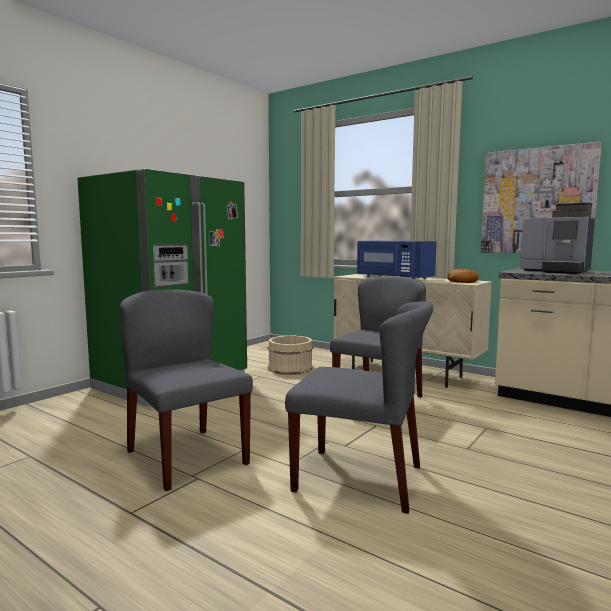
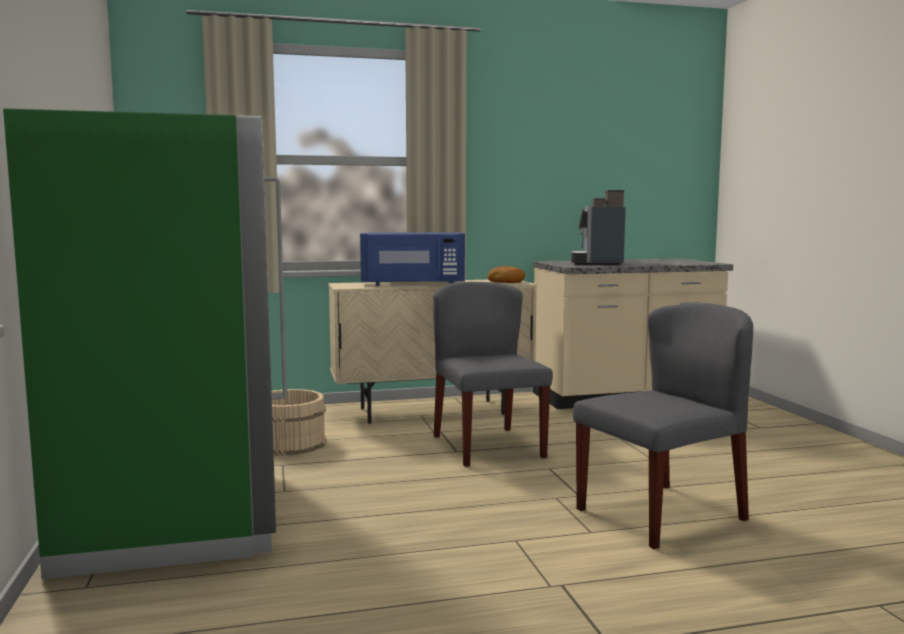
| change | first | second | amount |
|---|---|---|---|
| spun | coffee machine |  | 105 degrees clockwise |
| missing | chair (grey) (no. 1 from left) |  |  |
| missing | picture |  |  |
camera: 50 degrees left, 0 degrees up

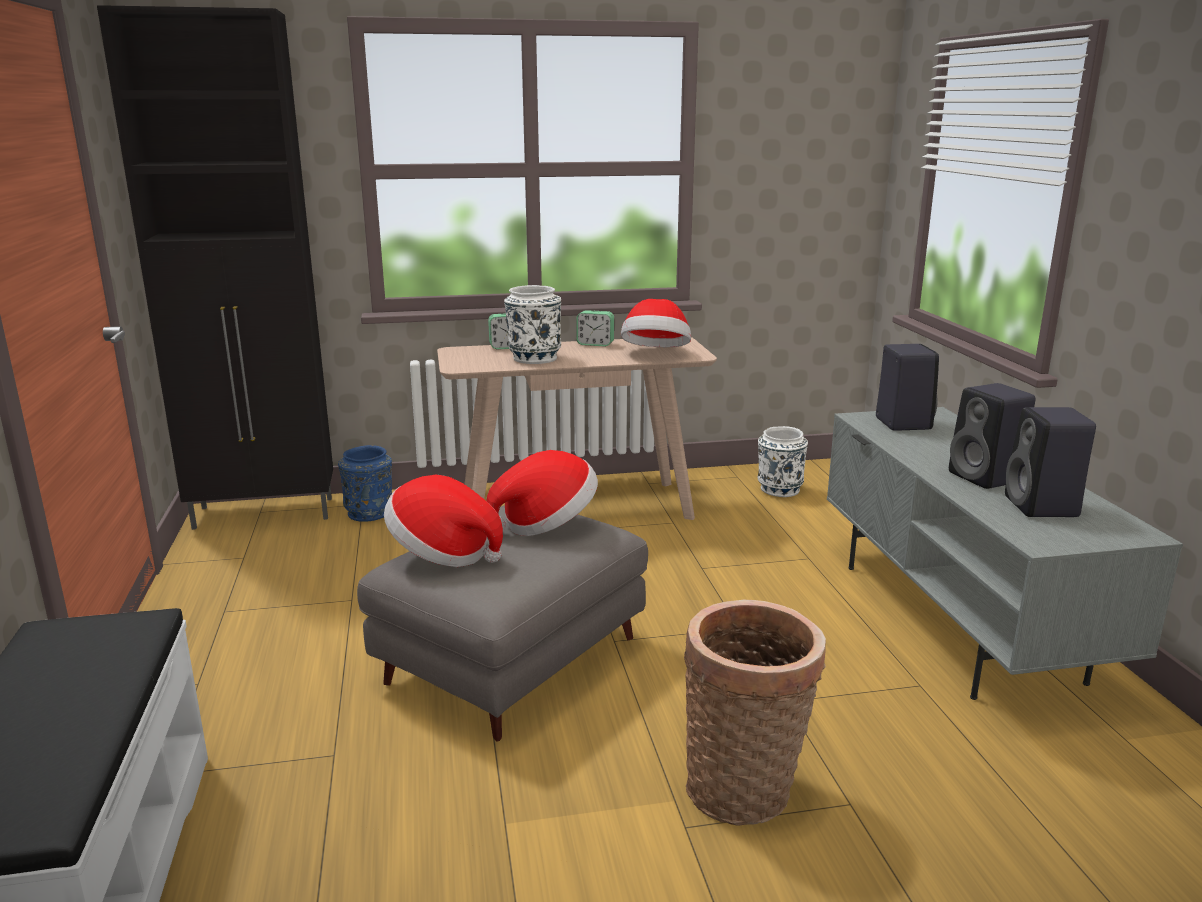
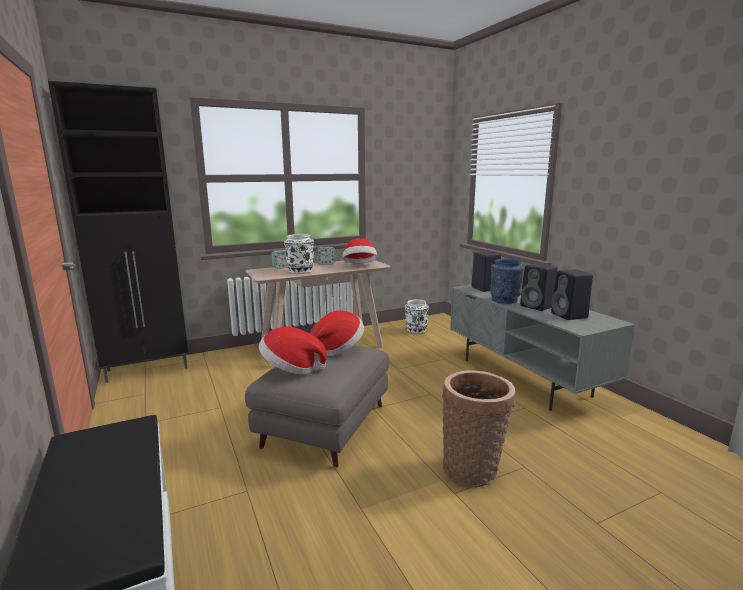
| change | first | second | amount |
|---|---|---|---|
| relocated | vase (blue) |  |  |
camera: 15 degrees left, 5 degrees down

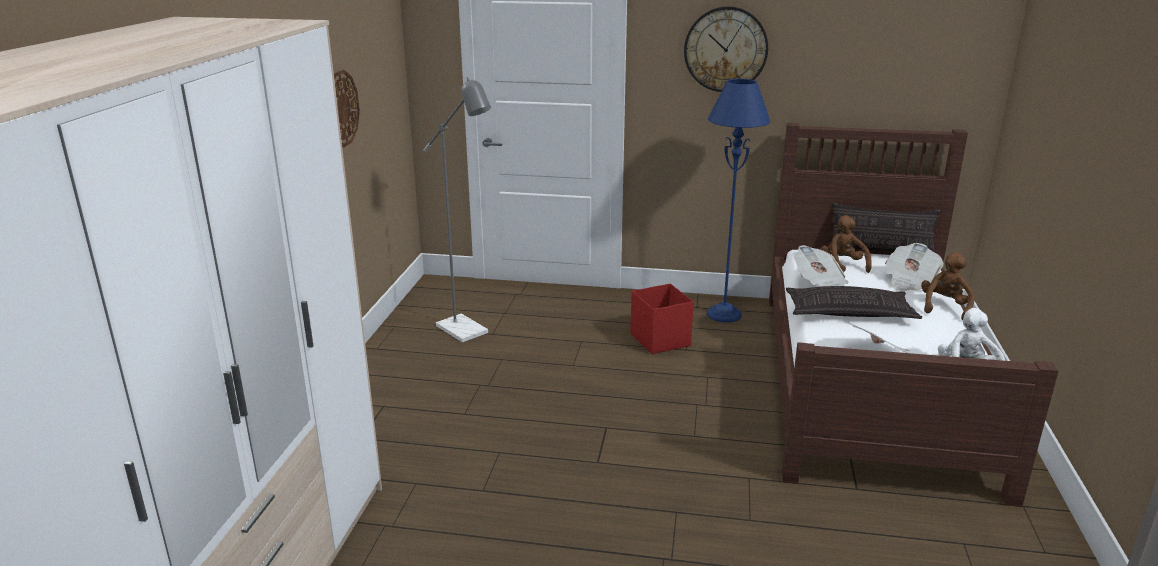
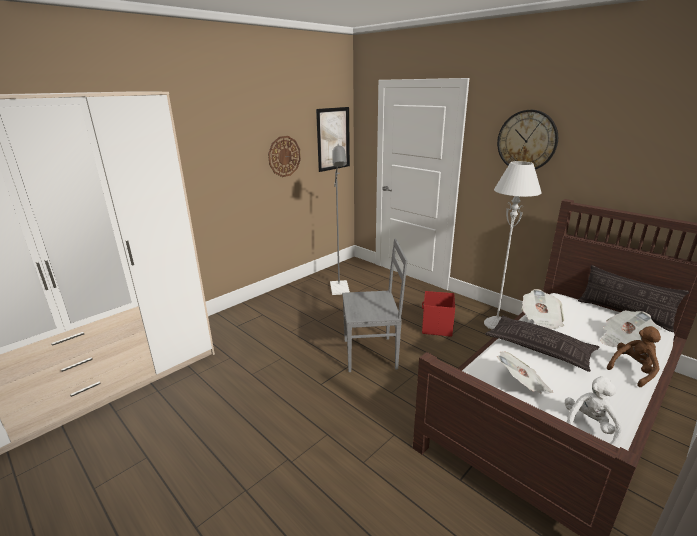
| change | first | second | amount |
|---|---|---|---|
| appeared |  | picture |  |
| appeared |  | chair (grey) |  |
| colour | floor lamp (blue) | floor lamp (grey) (no. 2 from left) |  |
| missing | plush toy (brown) (no. 1 from left) |  |  |
camera: 35 degrees right, 0 degrees up

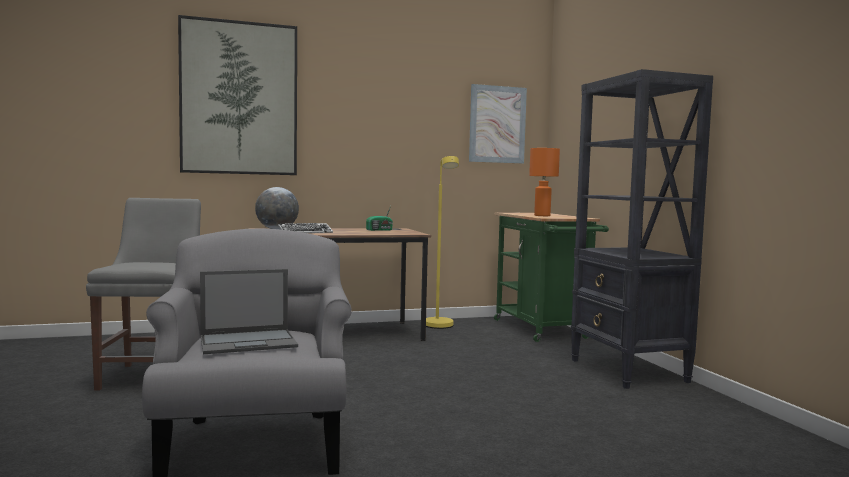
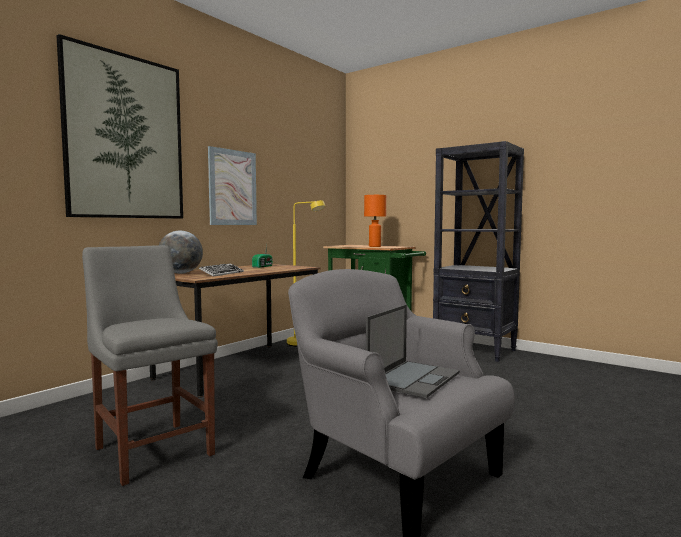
| change | first | second | amount |
|---|---|---|---|
| relocated | picture (no. 2 from left) |  |  |
camera: 35 degrees left, 0 degrees up

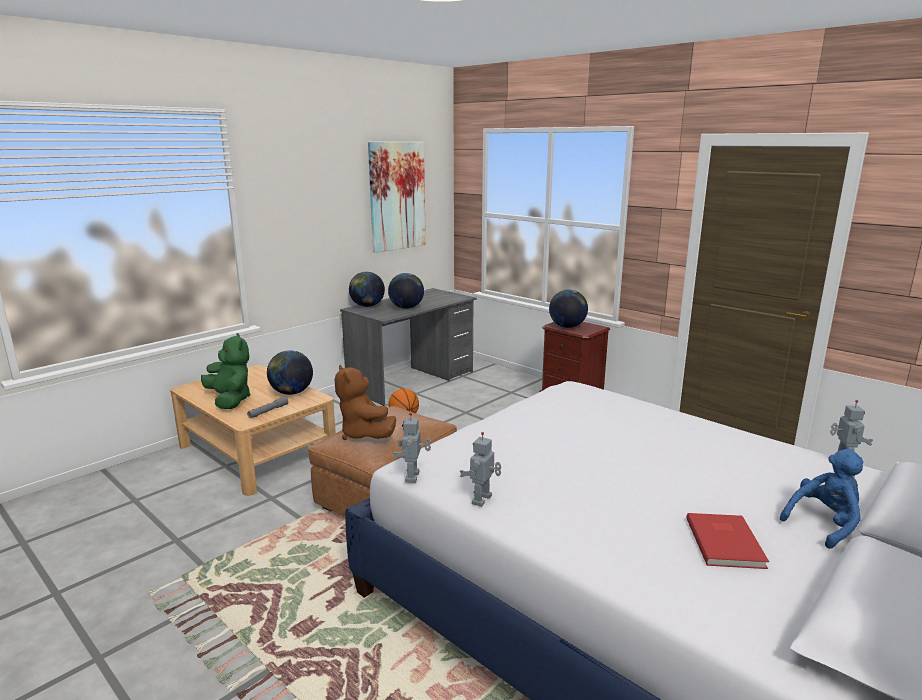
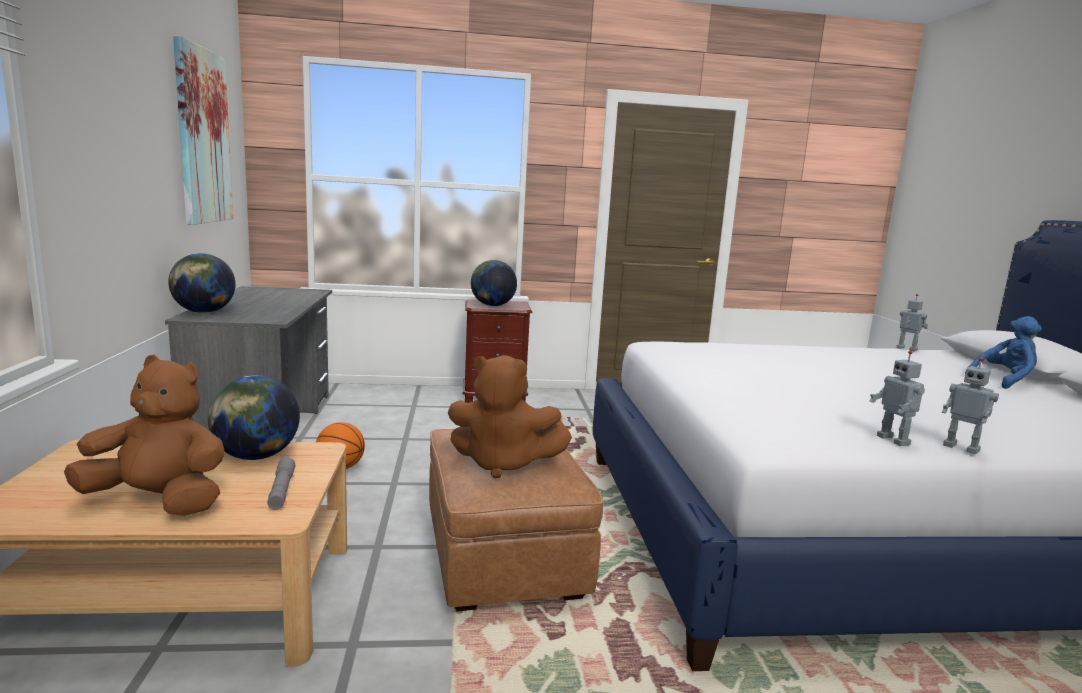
| change | first | second | amount |
|---|---|---|---|
| colour | plush toy (green) | plush toy (brown) (no. 1 from left) |  |
| relocated | toy robot (no. 1 from left in the first image) | toy robot (no. 3 from left) |  |
| spun | plush toy (blue) |  | 60 degrees clockwise |
| missing | globe (no. 3 from left) |  |  |
| missing | book (red) |  |  |
camera: 50 degrees left, 5 degrees down

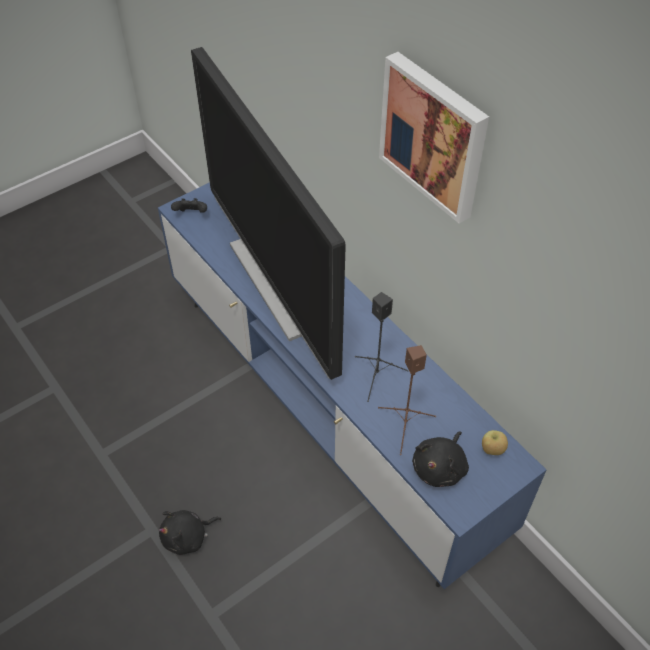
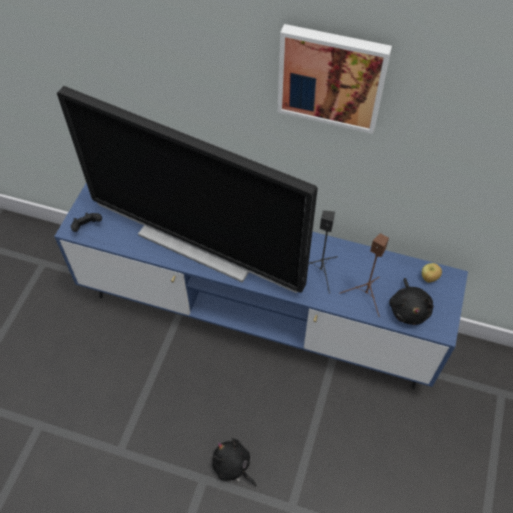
| change | first | second | amount |
|---|---|---|---|
| spun | plush toy (black) (no. 1 from left) |  | 105 degrees clockwise |
camera: 35 degrees left, 5 degrees up

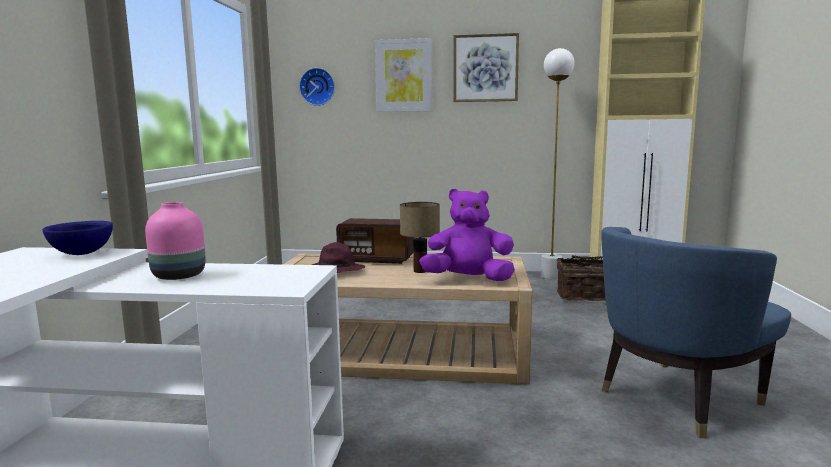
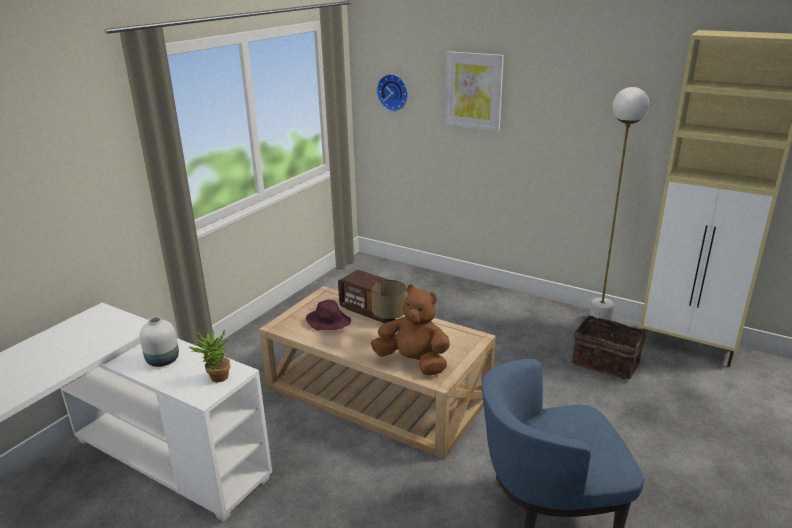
| change | first | second | amount |
|---|---|---|---|
| colour | vase (pink) | vase (white) |  |
| appeared |  | potted plant |  |
| colour | plush toy (purple) | plush toy (brown) |  |
| missing | bowl (blue) |  |  |
| missing | picture (no. 2 from left) |  |  |
camera: 25 degrees right, 15 degrees up

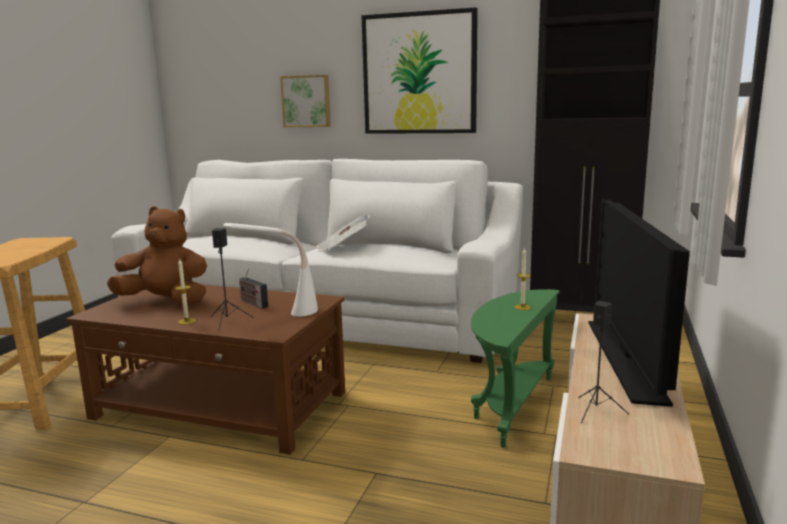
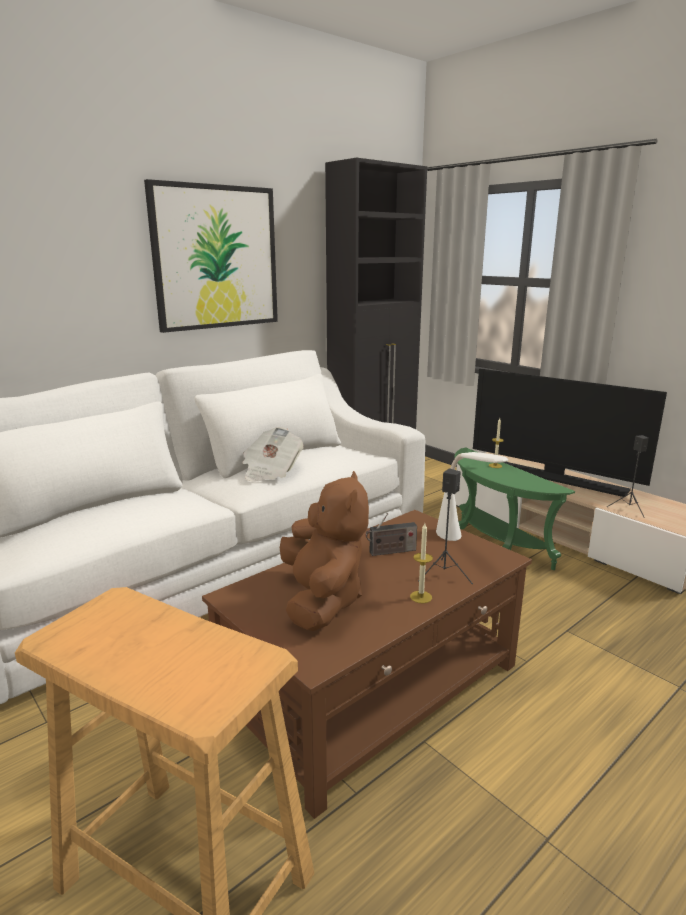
| change | first | second | amount |
|---|---|---|---|
| spun | plush toy (brown) |  | 135 degrees clockwise |
| missing | picture (no. 1 from left) |  |  |
camera: 60 degrees left, 5 degrees up

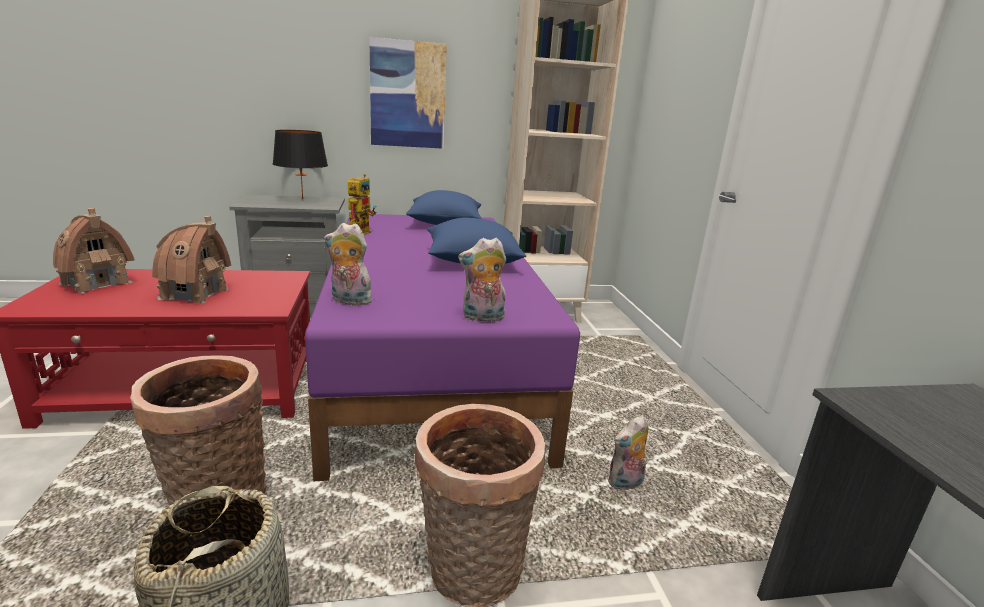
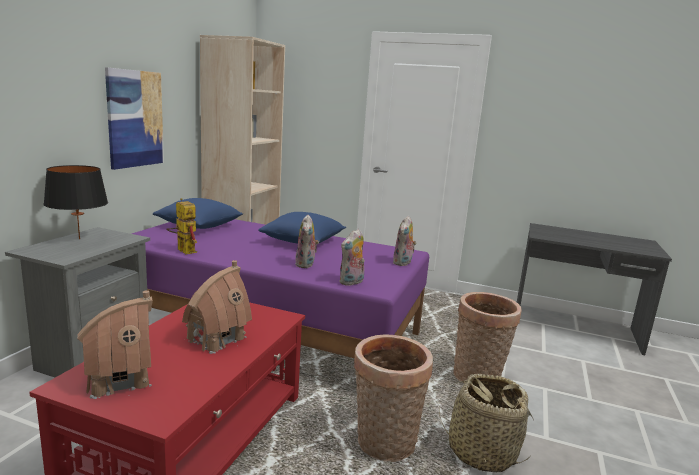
| change | first | second | amount |
|---|---|---|---|
| relocated | plush toy (no. 3 from left in the first image) | plush toy (no. 1 from left) |  |
camera: 60 degrees left, 5 degrees down

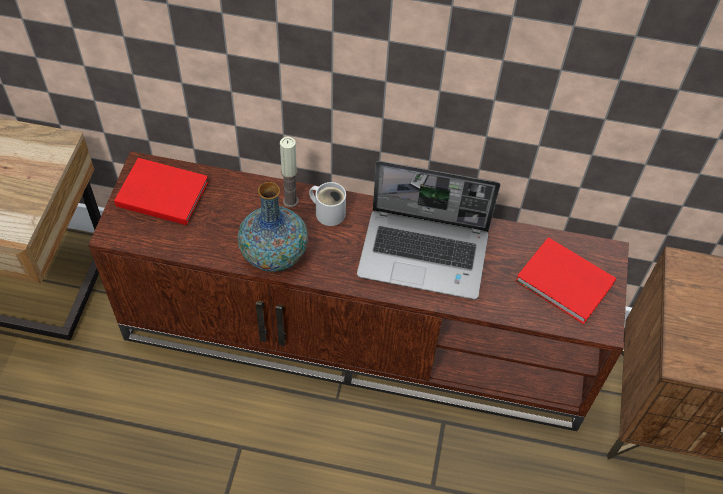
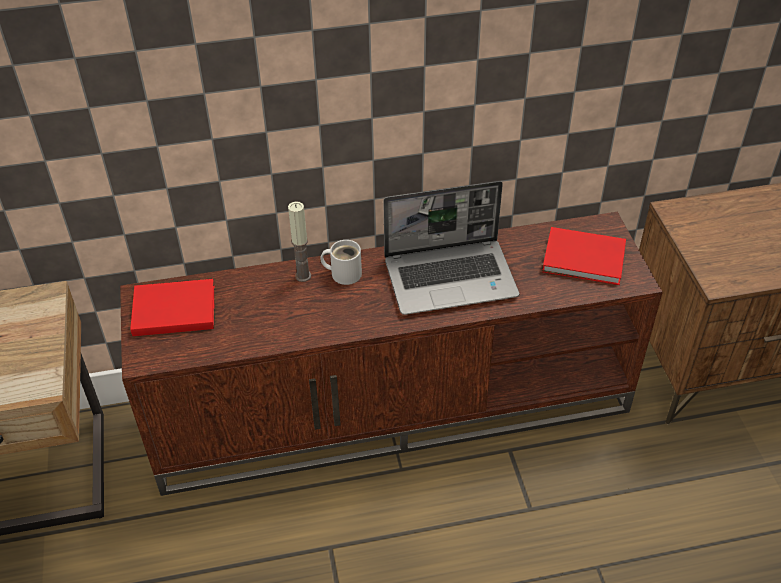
| change | first | second | amount |
|---|---|---|---|
| missing | vase |  |  |
camera: 20 degrees left, 10 degrees down

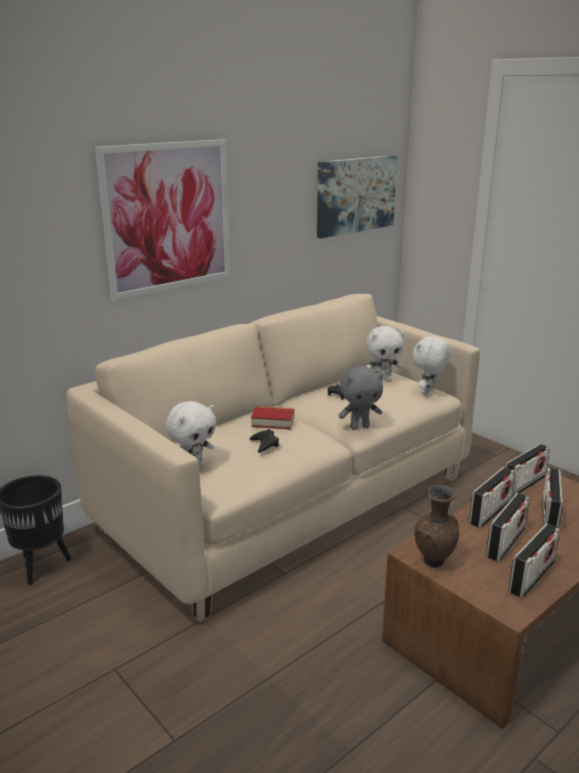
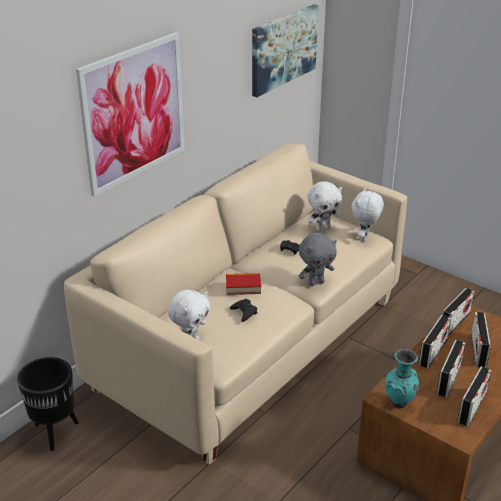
| change | first | second | amount |
|---|---|---|---|
| colour | vase (brown) | vase (turquoise) |  |
camera: 10 degrees left, 10 degrees up

